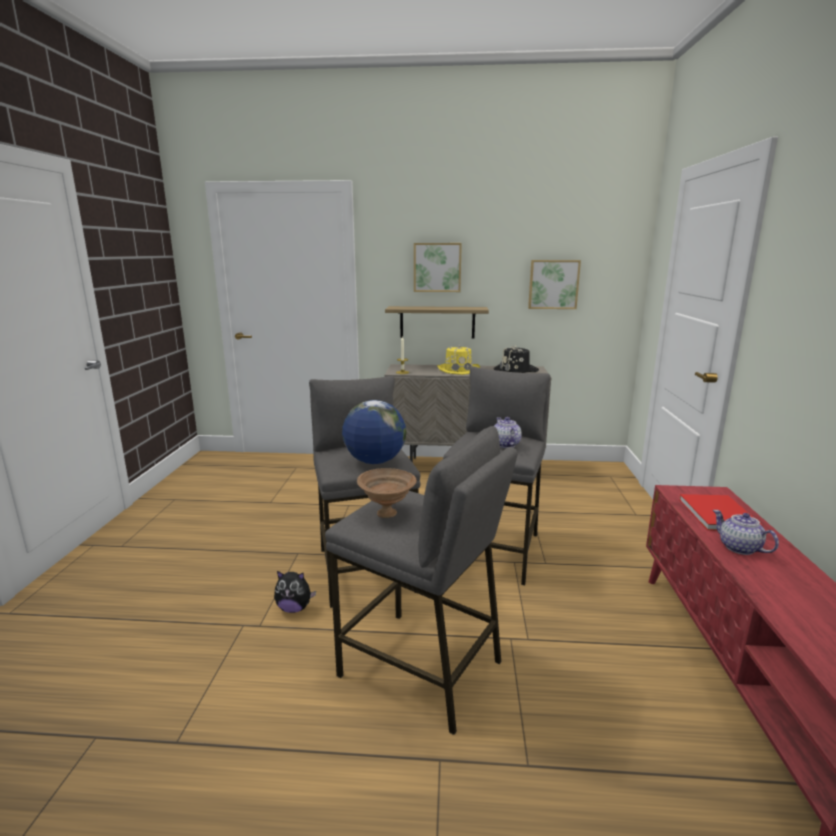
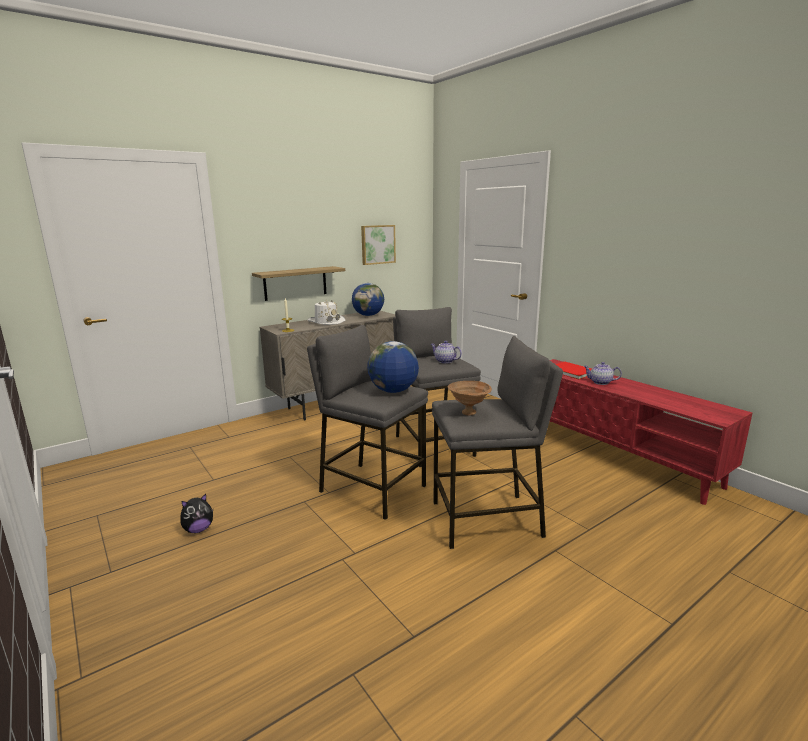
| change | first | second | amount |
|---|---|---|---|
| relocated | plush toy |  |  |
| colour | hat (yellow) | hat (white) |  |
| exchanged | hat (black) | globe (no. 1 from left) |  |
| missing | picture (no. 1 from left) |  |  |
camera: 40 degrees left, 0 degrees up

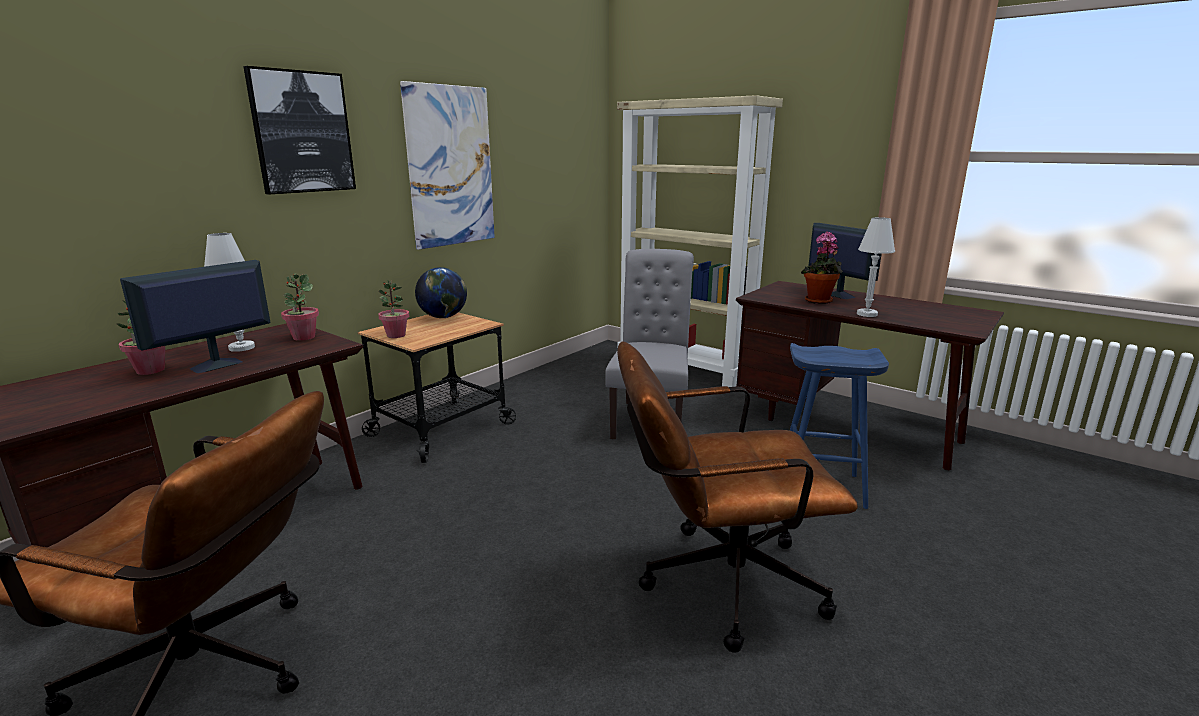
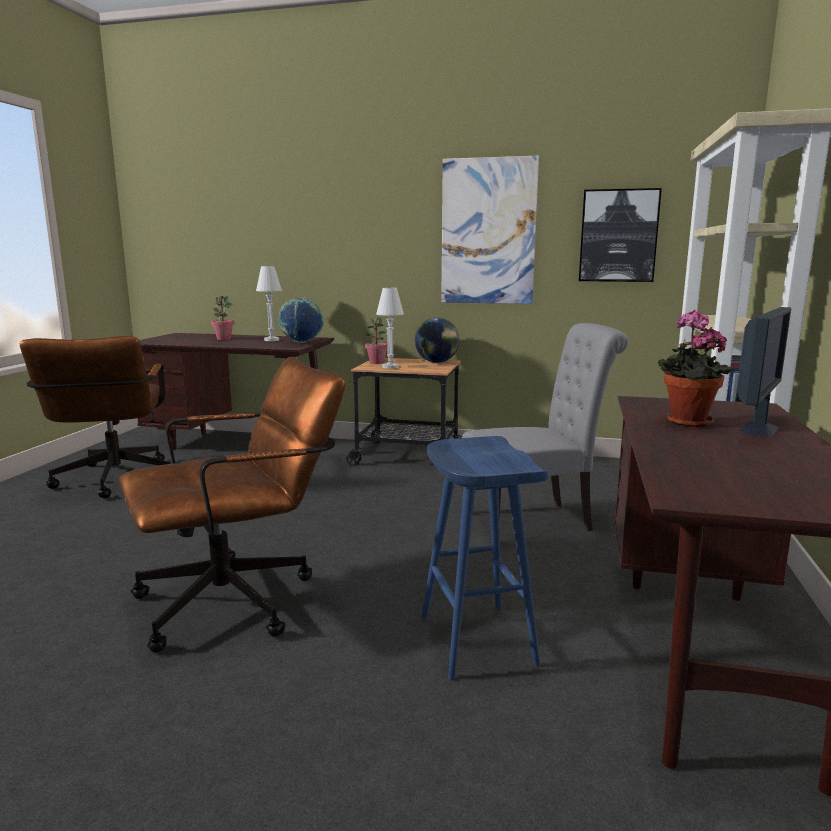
| change | first | second | amount |
|---|---|---|---|
| spun | office chair (brown) (no. 2 from left) |  | 90 degrees clockwise |
| exchanged | potted plant (no. 2 from left) | globe (no. 1 from left) |  |
| relocated | table lamp (white) (no. 2 from left) |  |  |
| relocated | picture (no. 1 from left in the first image) | picture (no. 2 from left) |  |
| missing | monitor (no. 1 from left) |  |  |
camera: 65 degrees right, 5 degrees down

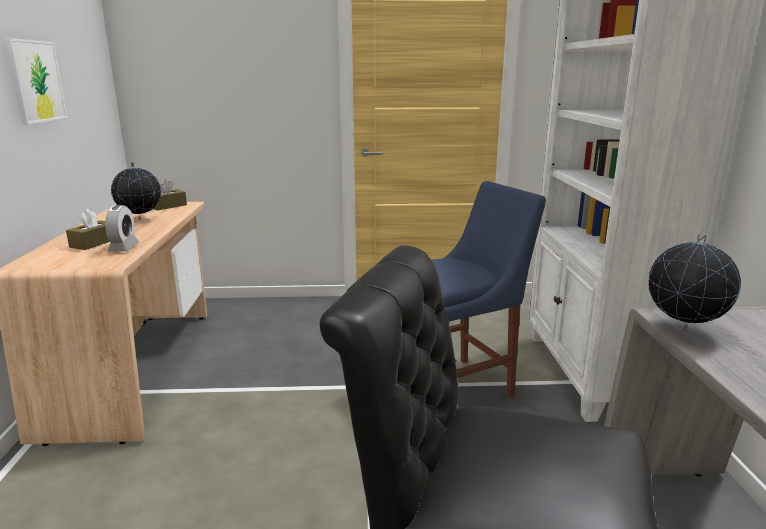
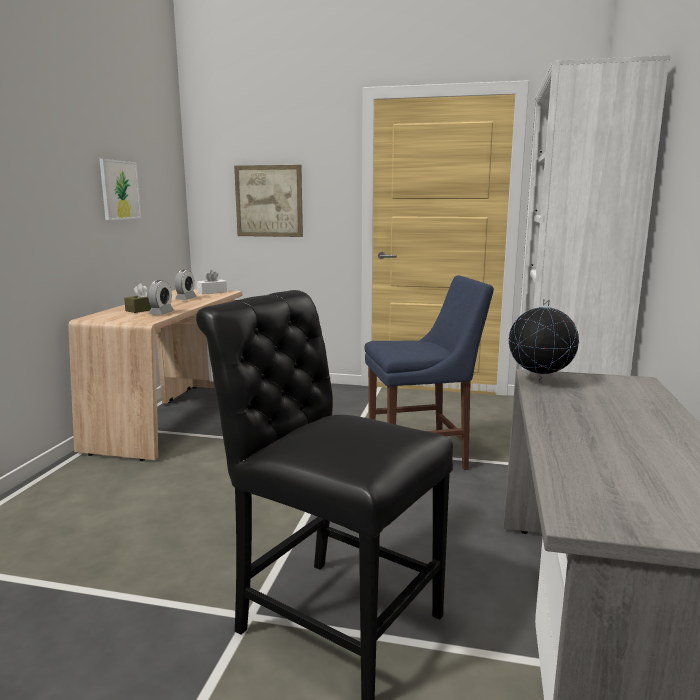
| change | first | second | amount |
|---|---|---|---|
| exchanged | globe (no. 1 from left) | alarm clock (no. 2 from left) |  |
| colour | tissue box (brown) (no. 2 from left) | tissue box (white) |  |
| appeared |  | picture (no. 2 from left) |  |
camera: 15 degrees right, 5 degrees down

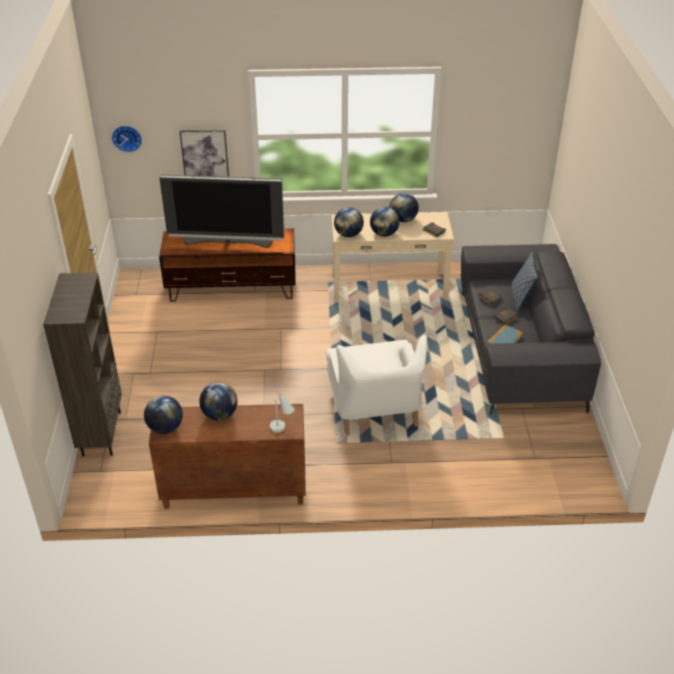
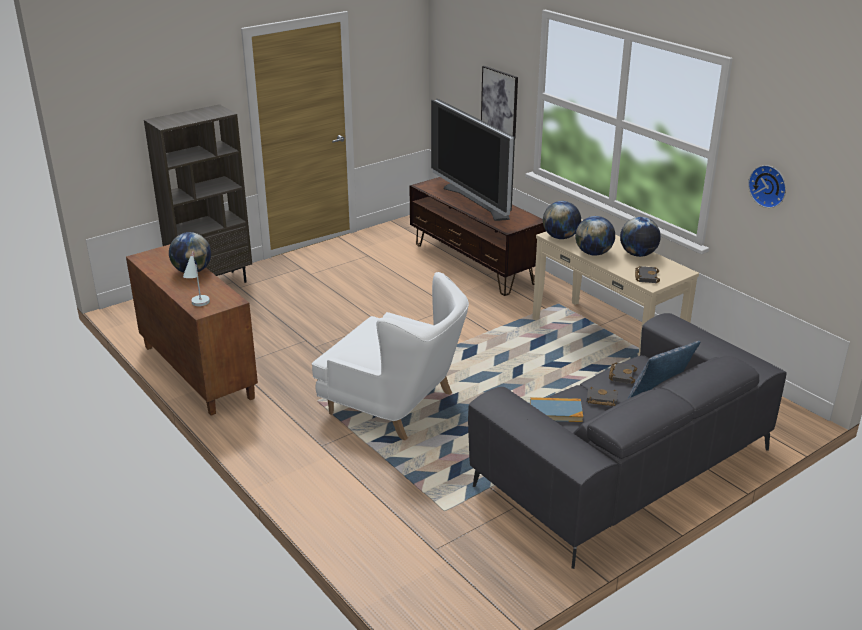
| change | first | second | amount |
|---|---|---|---|
| spun | armchair (white) |  | 105 degrees counterclockwise |
| relocated | wall clock |  |  |
| missing | globe (no. 1 from left) |  |  |
camera: 55 degrees right, 10 degrees down

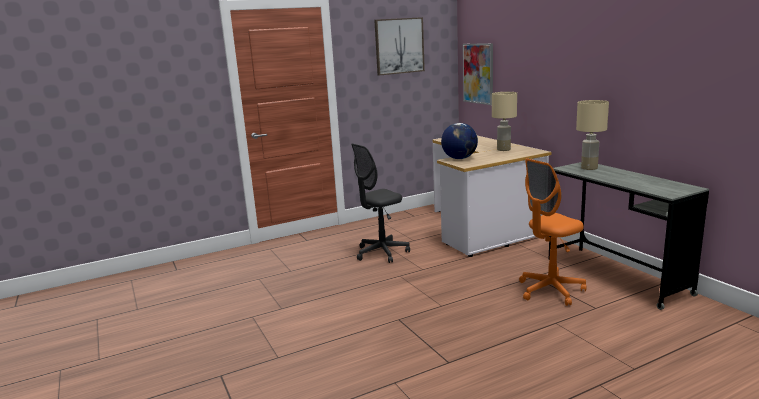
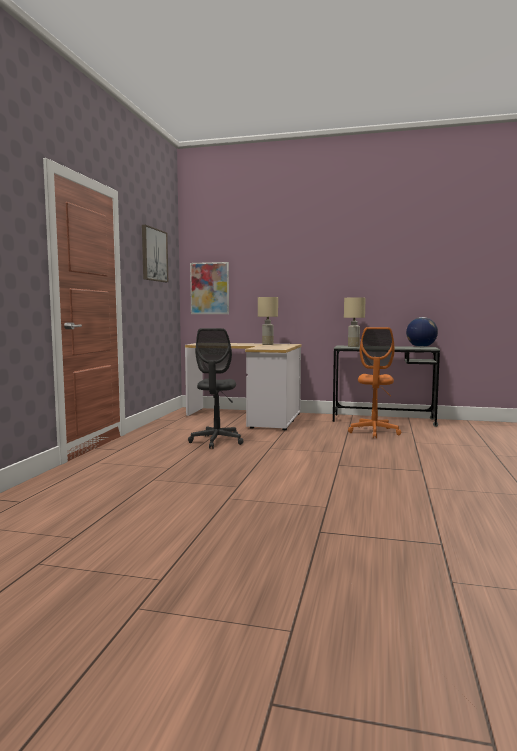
| change | first | second | amount |
|---|---|---|---|
| relocated | globe |  |  |
camera: 50 degrees left, 10 degrees down

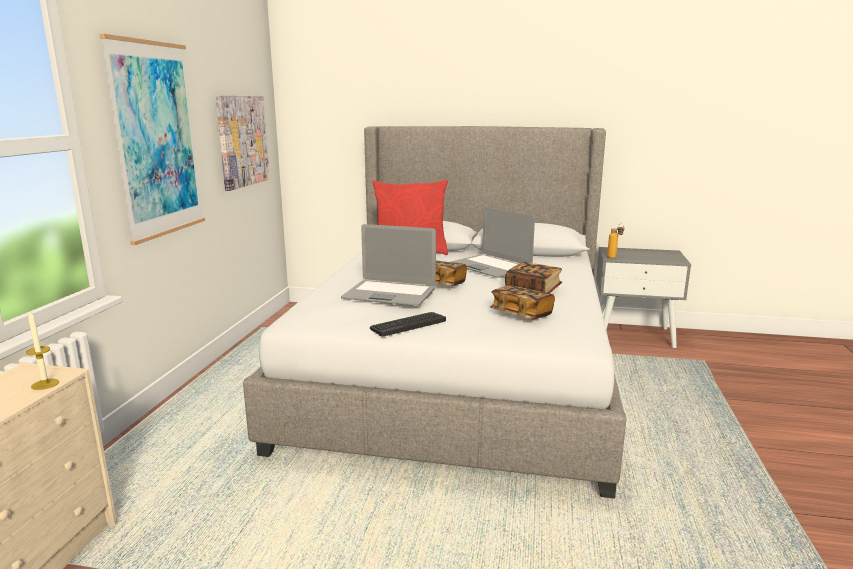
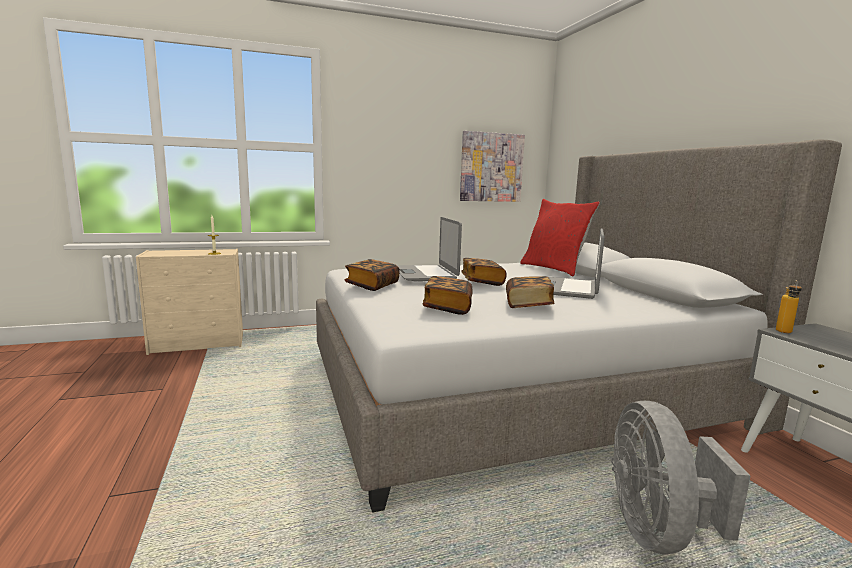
| change | first | second | amount |
|---|---|---|---|
| exchanged | keyboard | book (no. 1 from left) |  |
| appeared |  | fan (grey) |  |
| missing | picture (no. 1 from left) |  |  |
camera: 60 degrees right, 5 degrees down

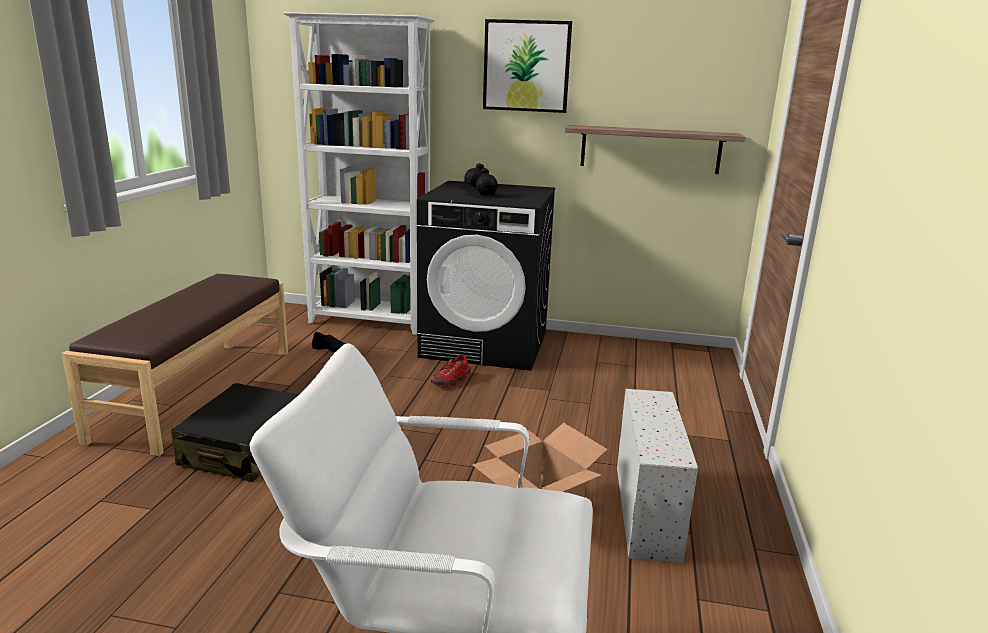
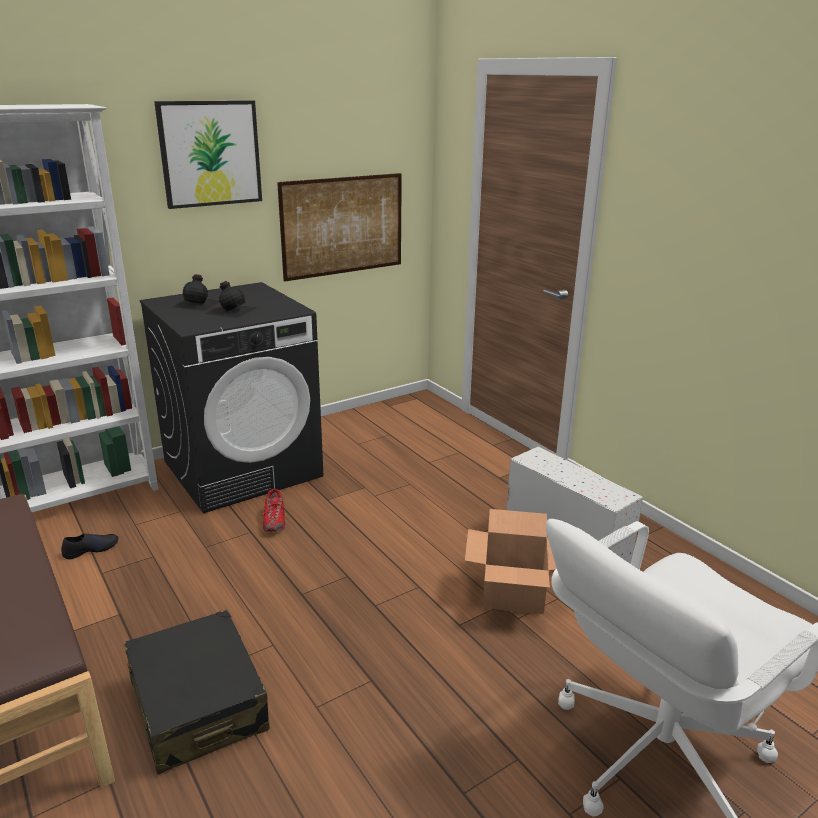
| change | first | second | amount |
|---|---|---|---|
| exchanged | shelf | picture (no. 2 from left) |  |
camera: 45 degrees left, 5 degrees up

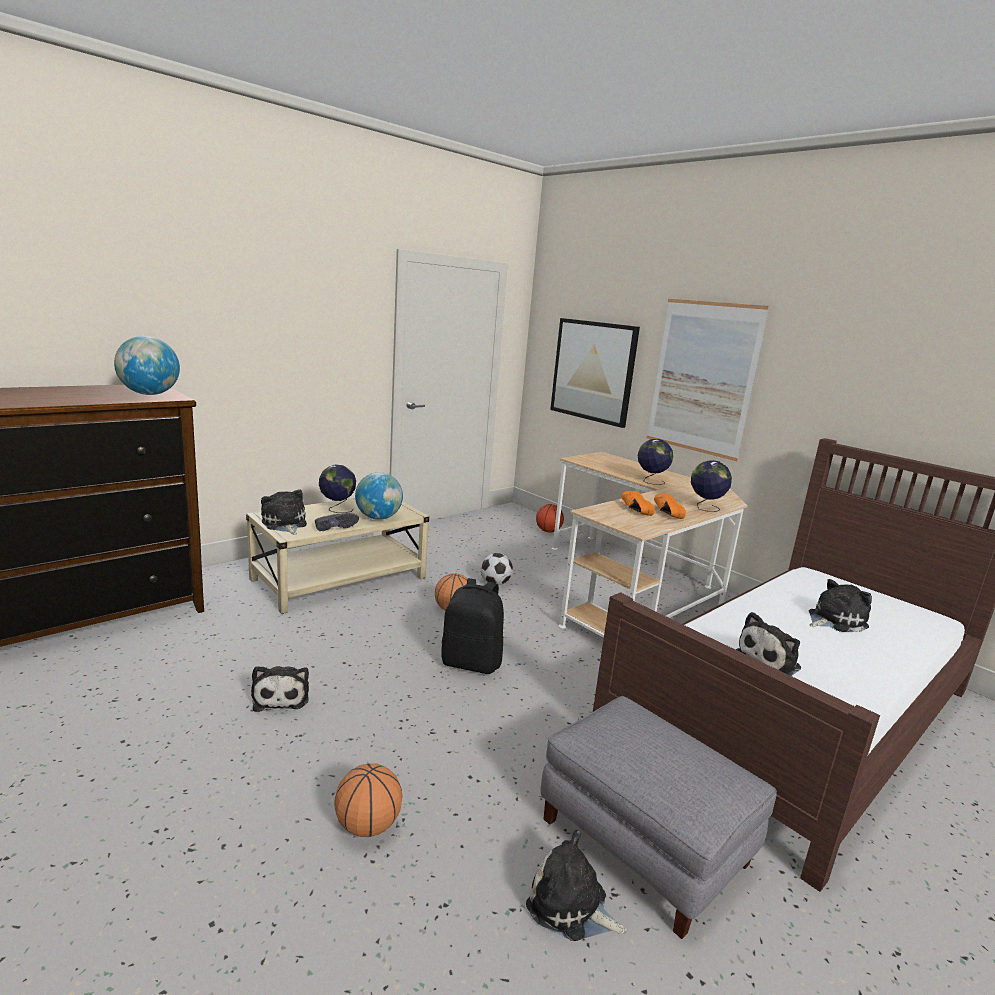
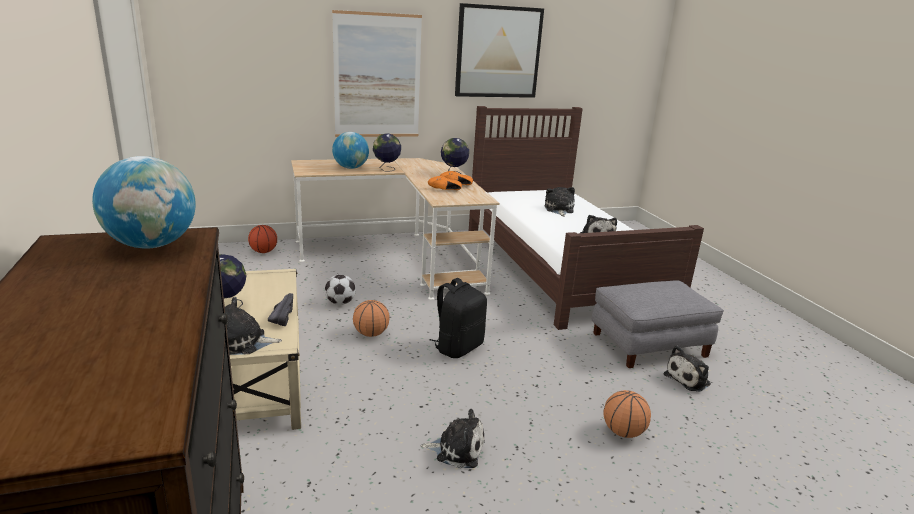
| change | first | second | amount |
|---|---|---|---|
| relocated | globe (no. 3 from left) |  |  |
| relocated | picture (no. 1 from left in the first image) | picture (no. 2 from left) |  |
camera: 65 degrees left, 5 degrees up

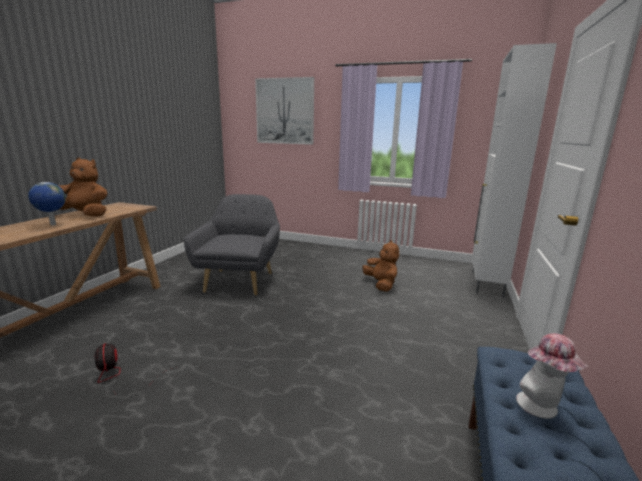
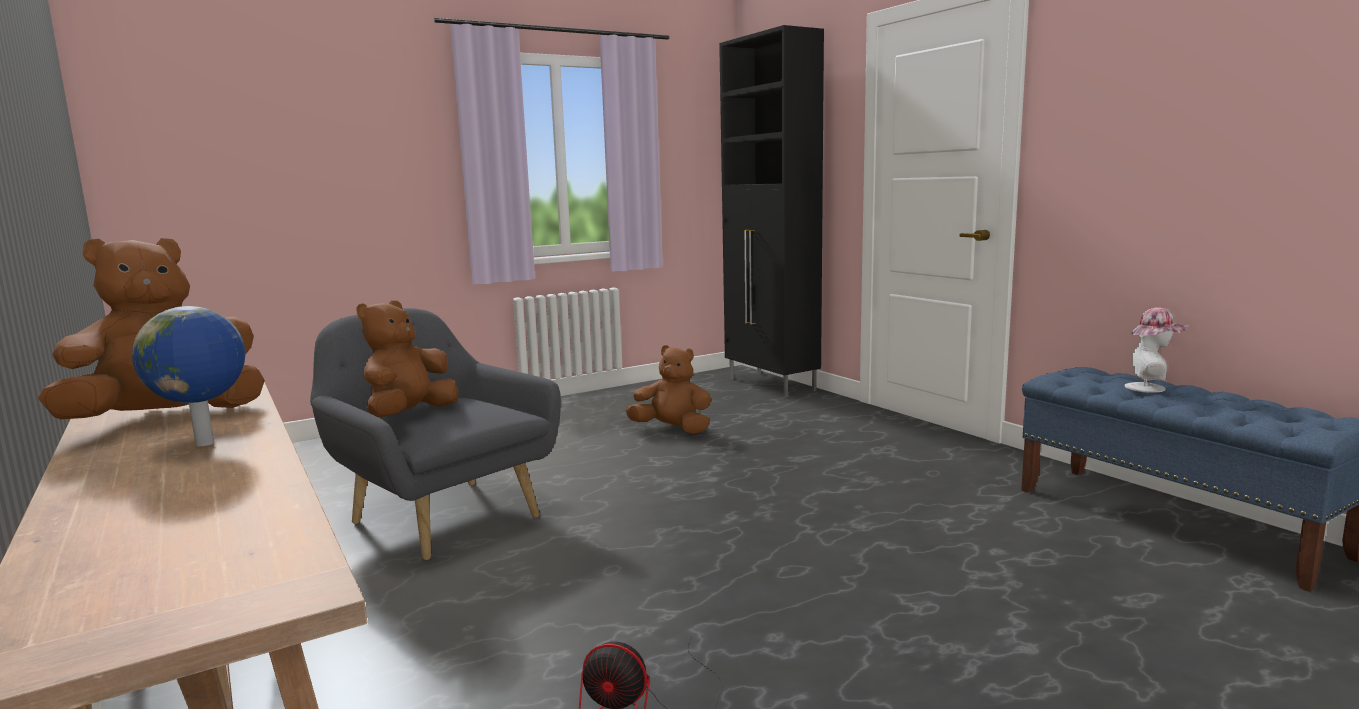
| change | first | second | amount |
|---|---|---|---|
| appeared |  | plush toy (brown) (no. 2 from left) |  |
| colour | cabinet (white) | cabinet (black) |  |
| missing | picture |  |  |
camera: 50 degrees left, 5 degrees down

